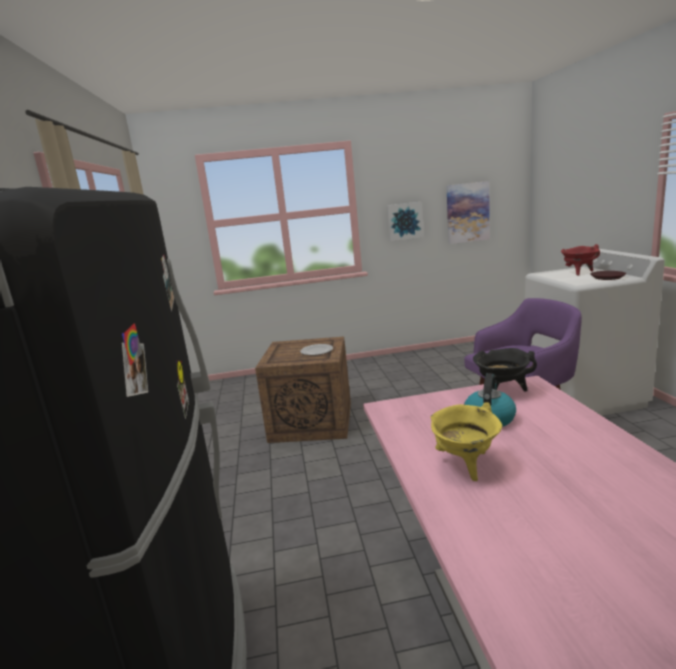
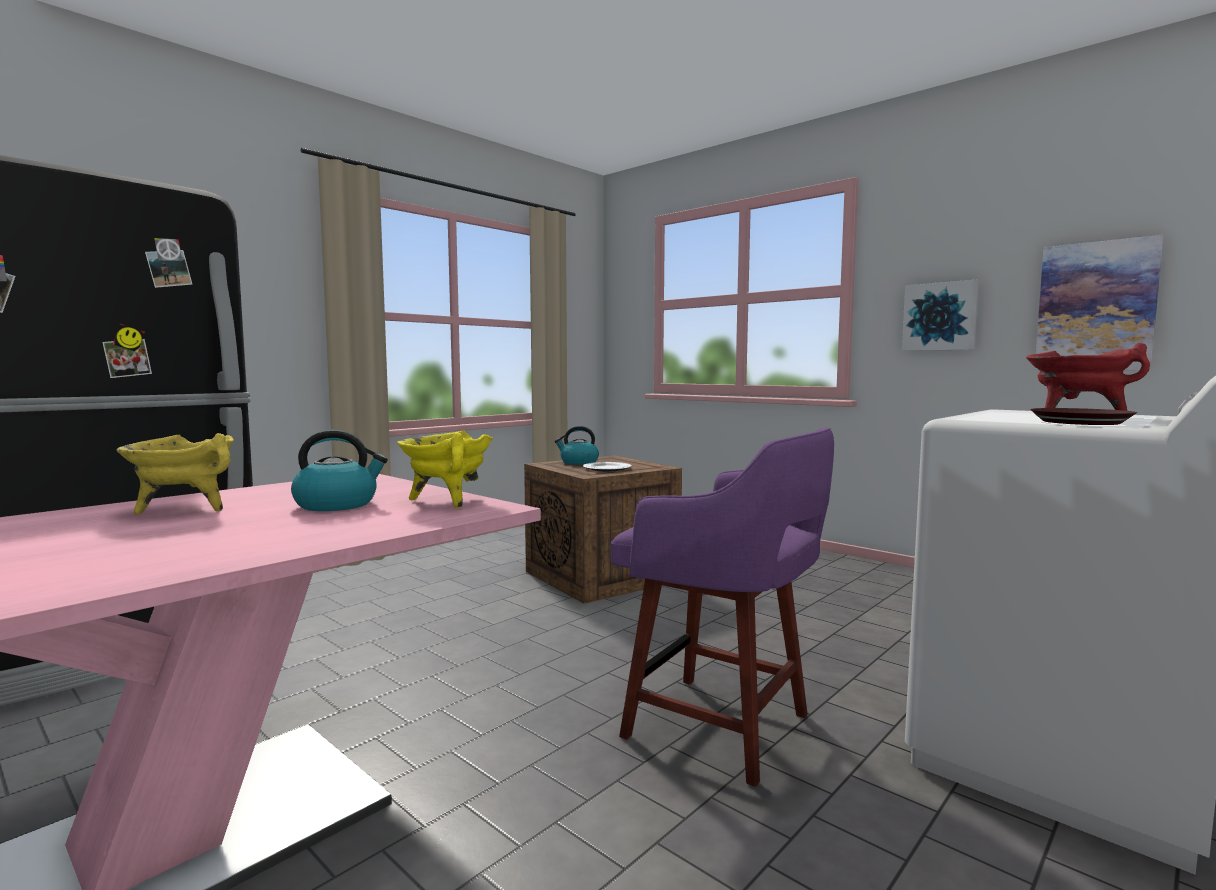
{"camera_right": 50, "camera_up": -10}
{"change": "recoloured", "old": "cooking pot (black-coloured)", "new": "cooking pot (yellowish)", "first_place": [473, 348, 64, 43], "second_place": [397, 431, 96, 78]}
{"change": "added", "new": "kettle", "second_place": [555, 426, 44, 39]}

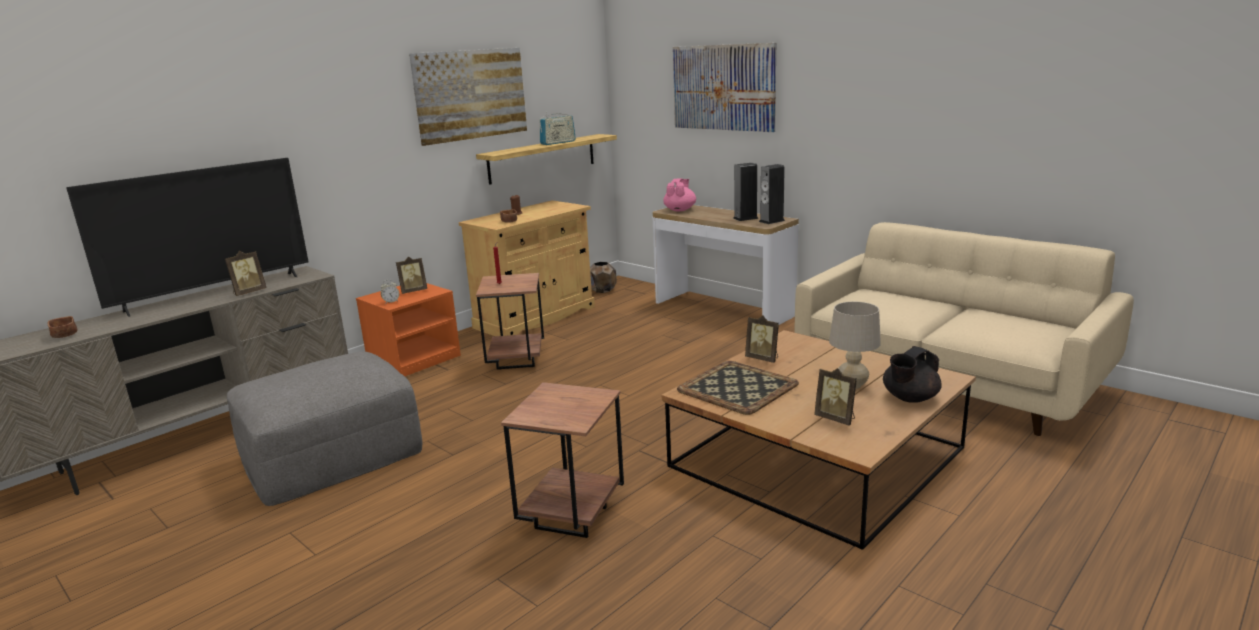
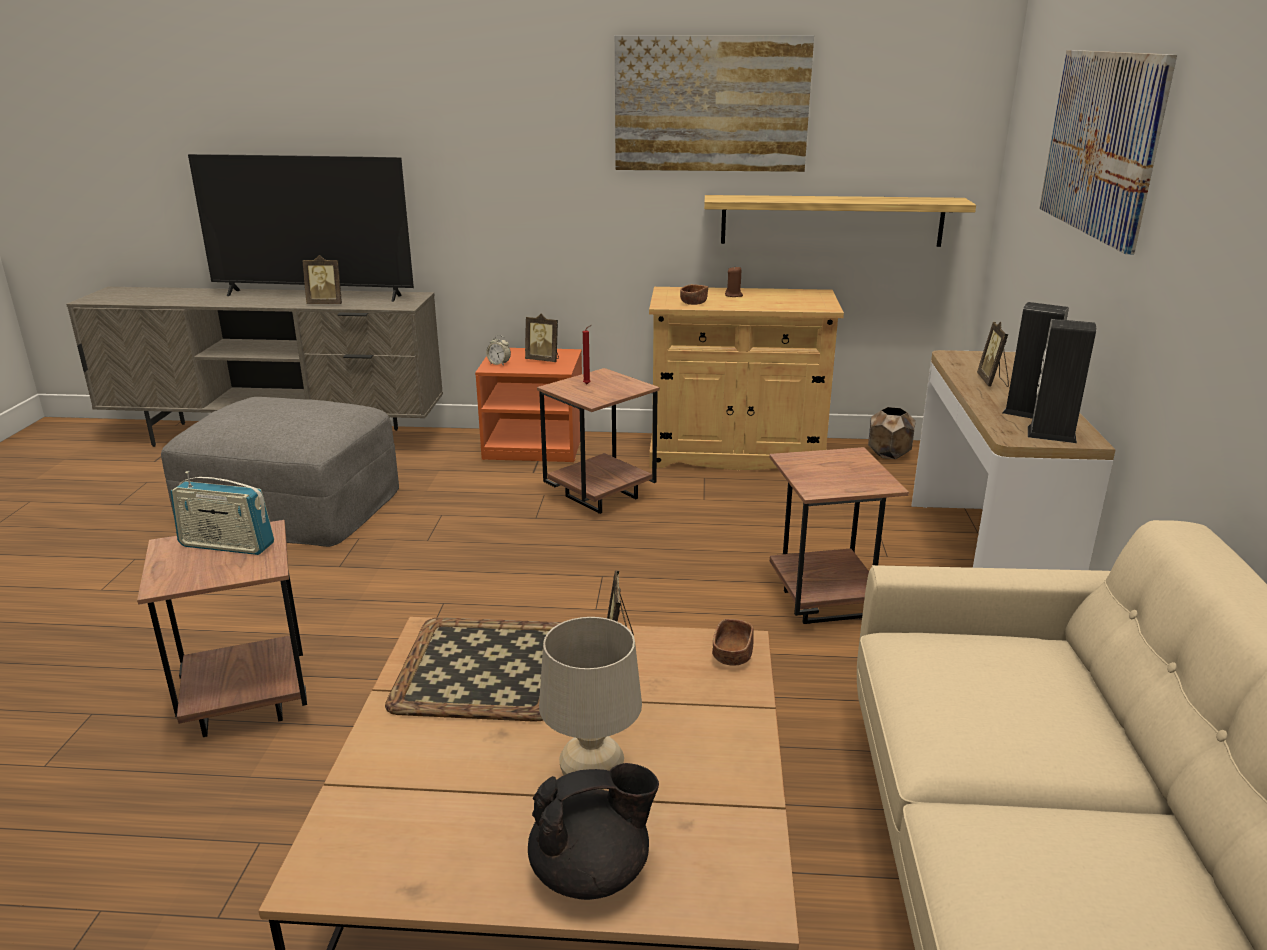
{"camera_right": 50, "camera_up": 5}
{"change": "moved", "old": "radio", "first_place": [540, 112, 36, 33], "second_place": [171, 471, 103, 84]}
{"change": "removed", "old": "tea pot (pinkish)", "first_place": [663, 178, 33, 34]}
{"change": "moved", "old": "deep dish (brown-coloured)", "first_place": [48, 316, 29, 22], "second_place": [712, 619, 42, 46]}
{"change": "turned", "old": "tea pot (black-coloured)", "first_place": [883, 346, 59, 57], "second_place": [528, 763, 131, 137], "degrees": 150}
{"change": "moved", "old": "picture frame", "first_place": [814, 368, 43, 58], "second_place": [977, 322, 32, 65]}
{"change": "added", "new": "accent table (brown-coloured)", "second_place": [769, 447, 140, 177]}

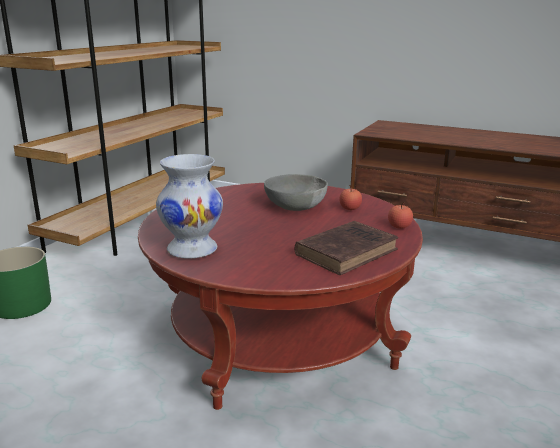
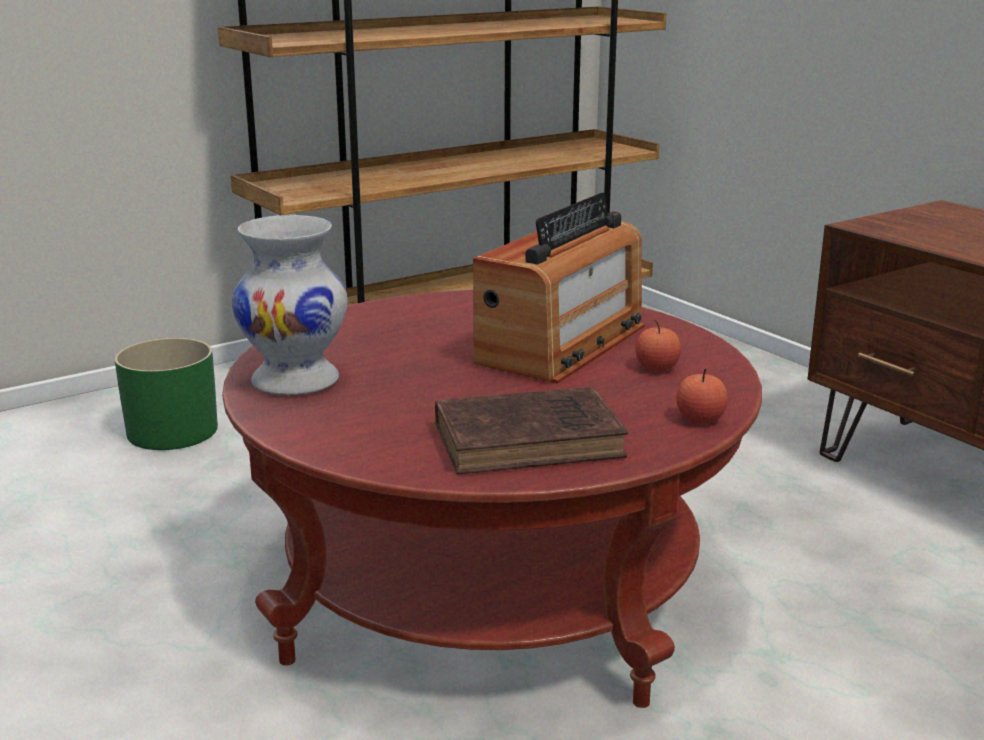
{"camera_right": 30, "camera_up": 0}
{"change": "replaced", "old": "deep dish (greyish)", "new": "radio", "first_place": [264, 174, 64, 37], "second_place": [473, 193, 172, 191]}

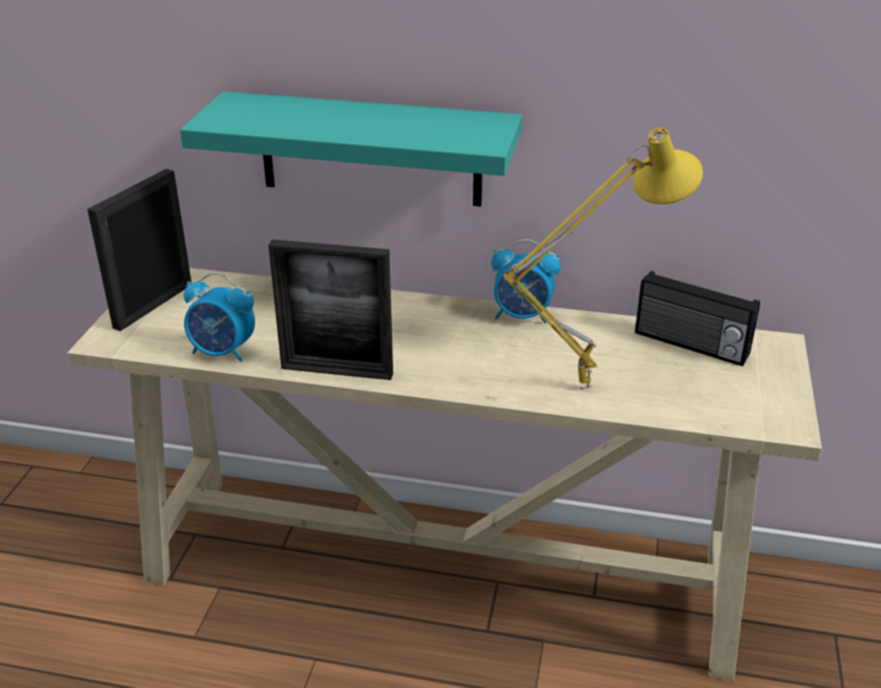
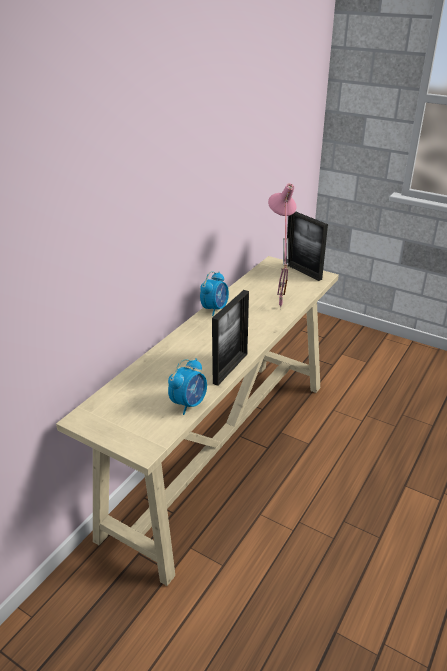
{"camera_right": -70, "camera_up": 0}
{"change": "removed", "old": "wall shelf (blue-green)", "first_place": [180, 91, 342, 116]}
{"change": "recoloured", "old": "tabletop lamp (yellowish)", "new": "tabletop lamp (pinkish)", "first_place": [502, 128, 201, 261], "second_place": [268, 184, 29, 125]}
{"change": "moved", "old": "picture frame", "first_place": [87, 169, 104, 162], "second_place": [286, 211, 42, 70]}
{"change": "removed", "old": "radio", "first_place": [635, 271, 125, 95]}

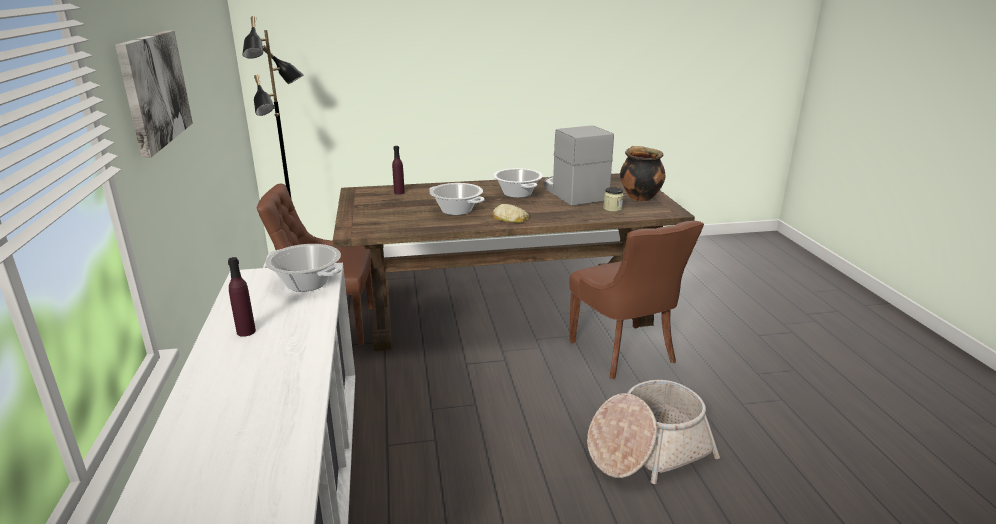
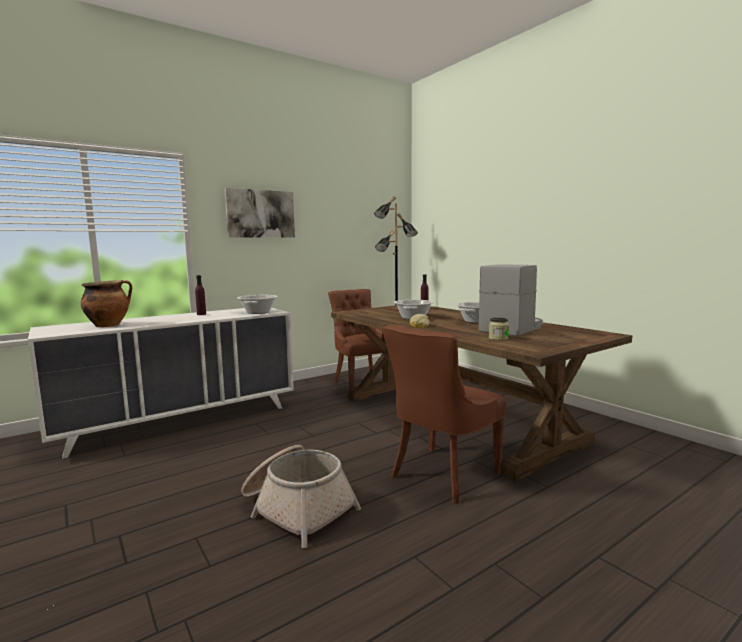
{"camera_right": 65, "camera_up": -15}
{"change": "moved", "old": "cooking pot", "first_place": [620, 146, 45, 55], "second_place": [81, 280, 51, 47]}

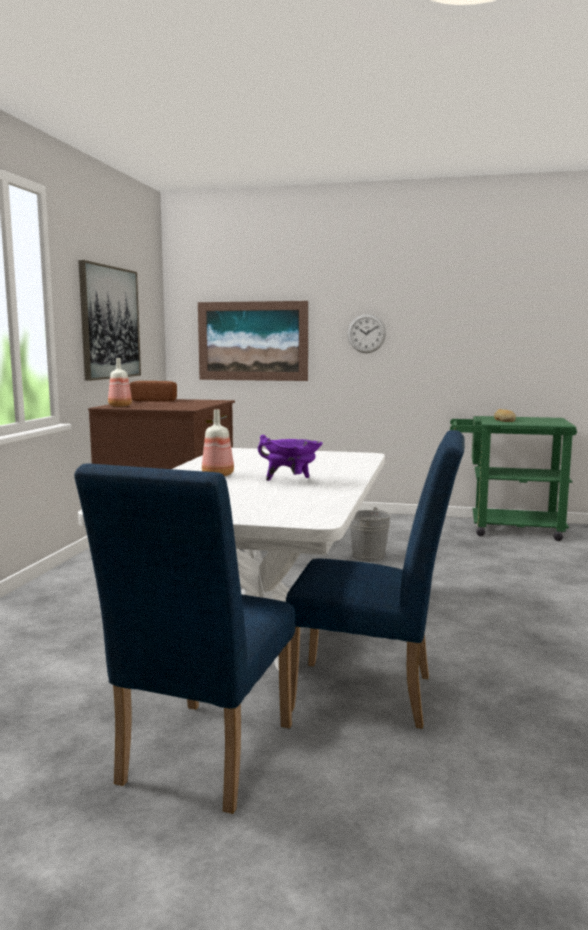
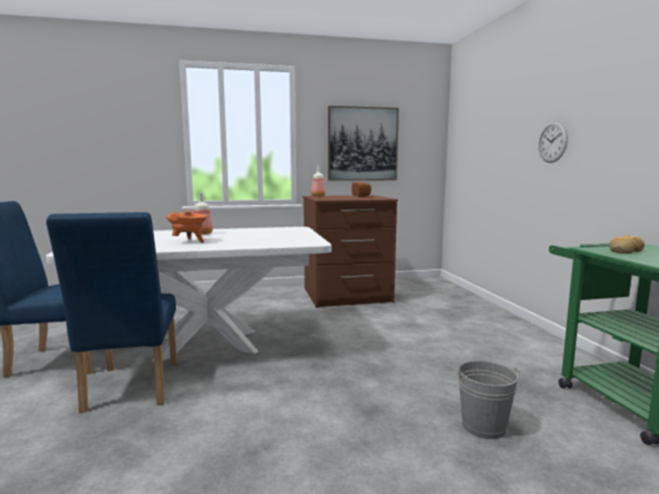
{"camera_right": 65, "camera_up": 0}
{"change": "removed", "old": "wall art", "first_place": [198, 301, 110, 80]}
{"change": "recoloured", "old": "cooking pot (purple-coloured)", "new": "cooking pot (orangey)", "first_place": [258, 435, 65, 46], "second_place": [166, 209, 42, 34]}
{"change": "moved", "old": "bucket (greyish)", "first_place": [349, 507, 42, 55], "second_place": [457, 361, 63, 78]}

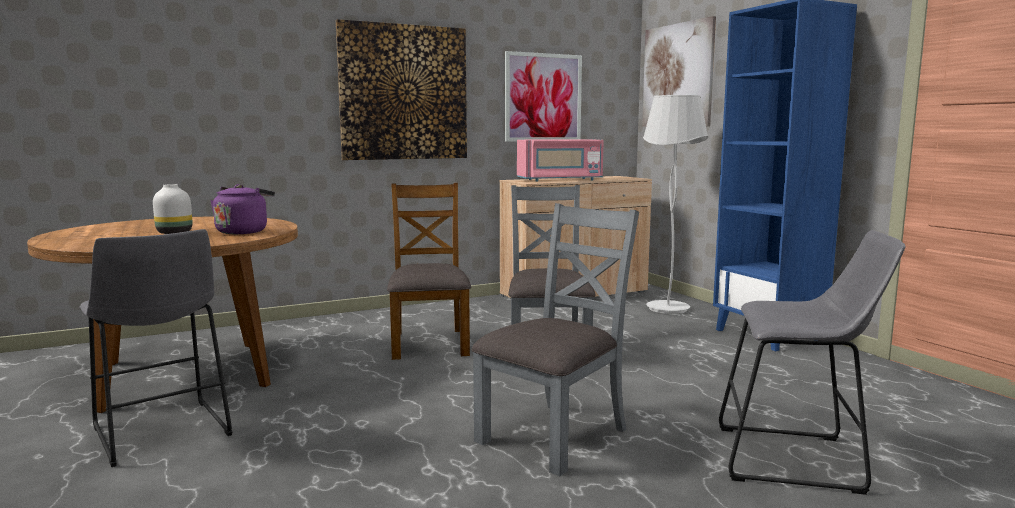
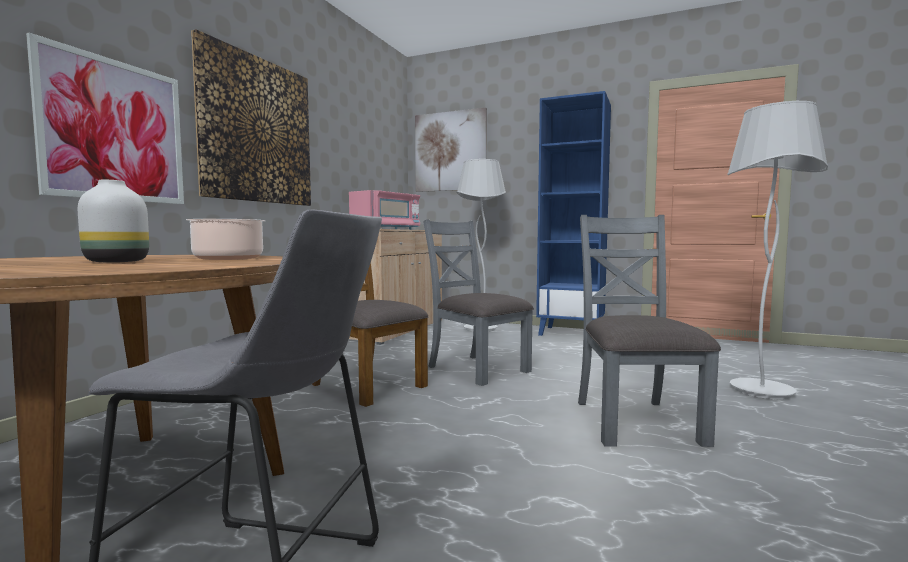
{"camera_right": -40, "camera_up": -5}
{"change": "moved", "old": "wall art", "first_place": [505, 51, 77, 91], "second_place": [26, 33, 158, 171]}
{"change": "replaced", "old": "kettle (purple-coloured)", "new": "cooking pot", "first_place": [210, 184, 65, 50], "second_place": [186, 219, 79, 41]}
{"change": "replaced", "old": "stool (greyish)", "new": "floor lamp (white)", "first_place": [719, 230, 187, 265], "second_place": [727, 101, 101, 298]}

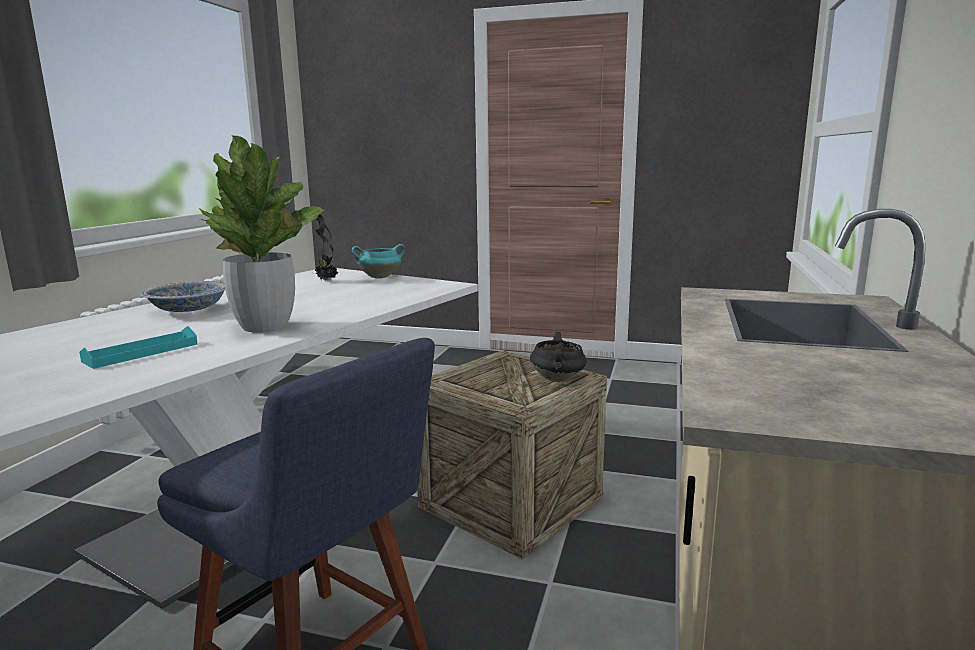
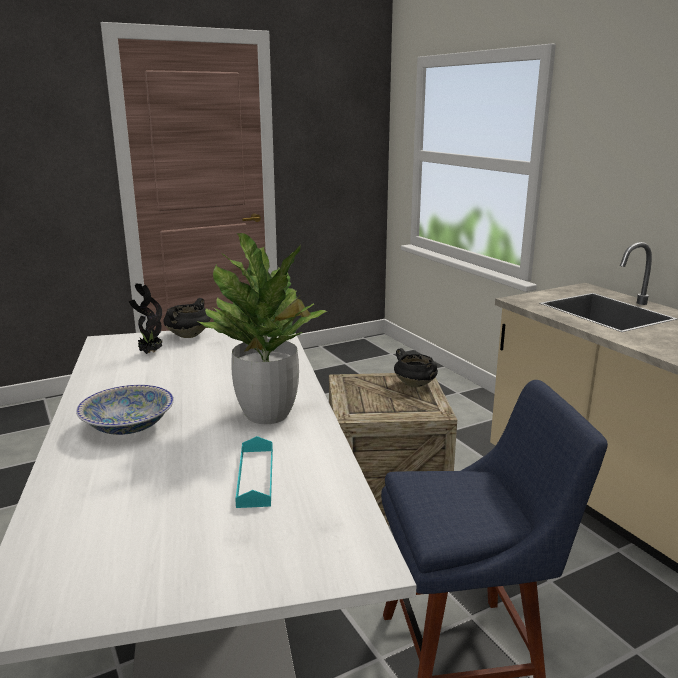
{"camera_right": -45, "camera_up": 5}
{"change": "recoloured", "old": "cooking pot (blue-green)", "new": "cooking pot (black-coloured)", "first_place": [352, 244, 53, 34], "second_place": [163, 298, 48, 40]}

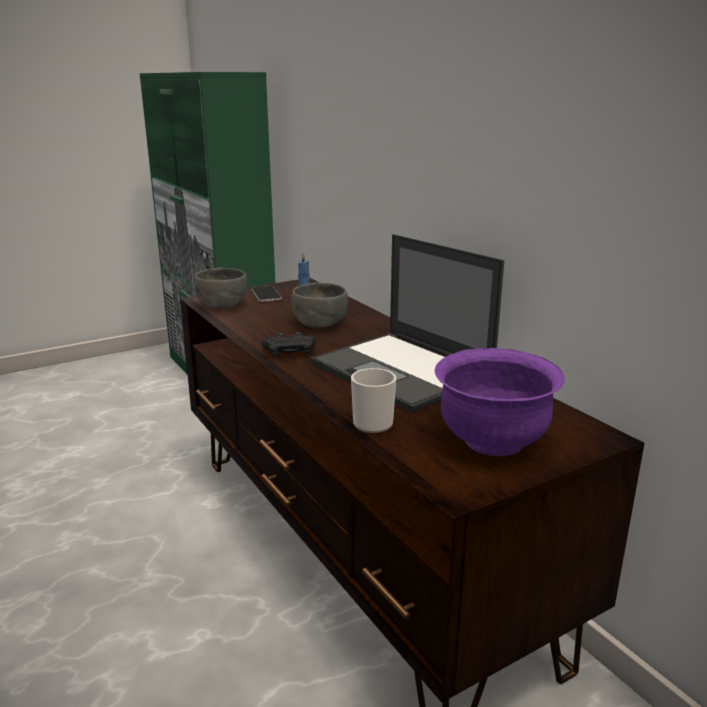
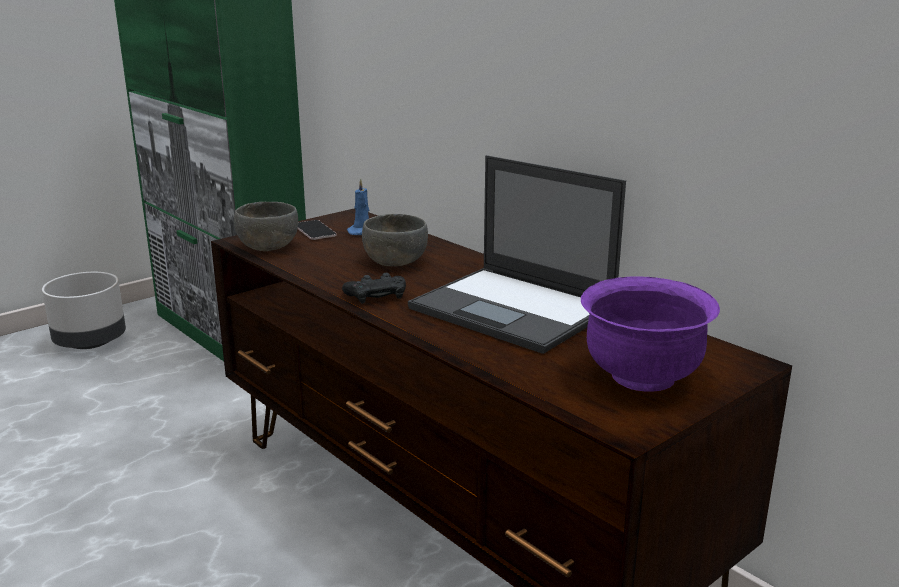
{"camera_right": -10, "camera_up": 0}
{"change": "removed", "old": "tea mug", "first_place": [351, 368, 45, 65]}
{"change": "added", "new": "plant pot (greyish)", "second_place": [42, 272, 84, 77]}

